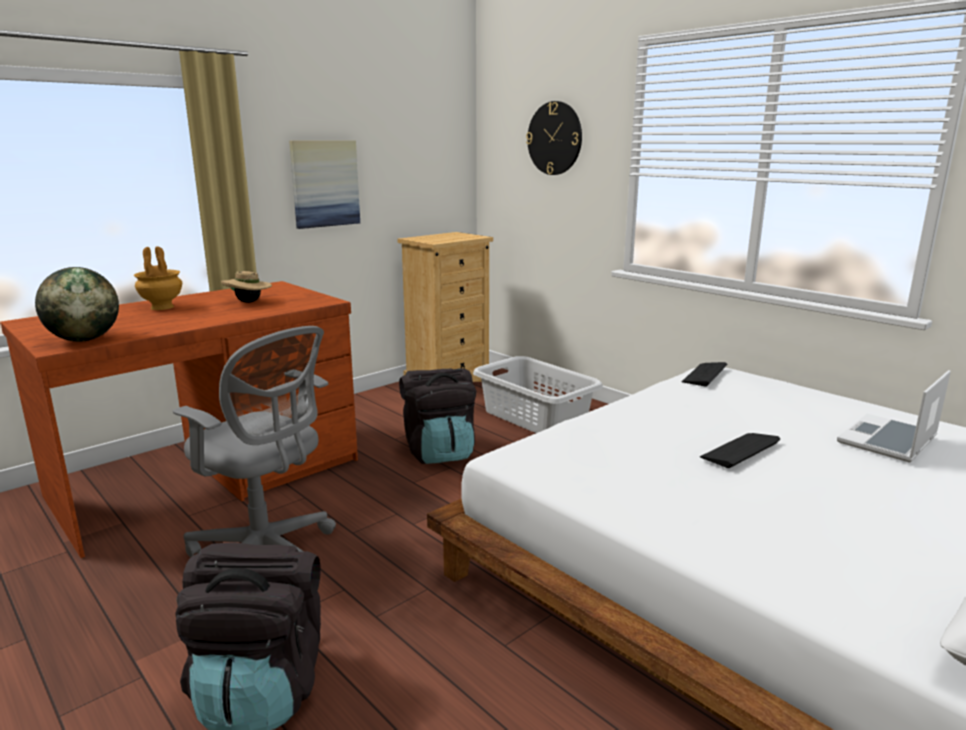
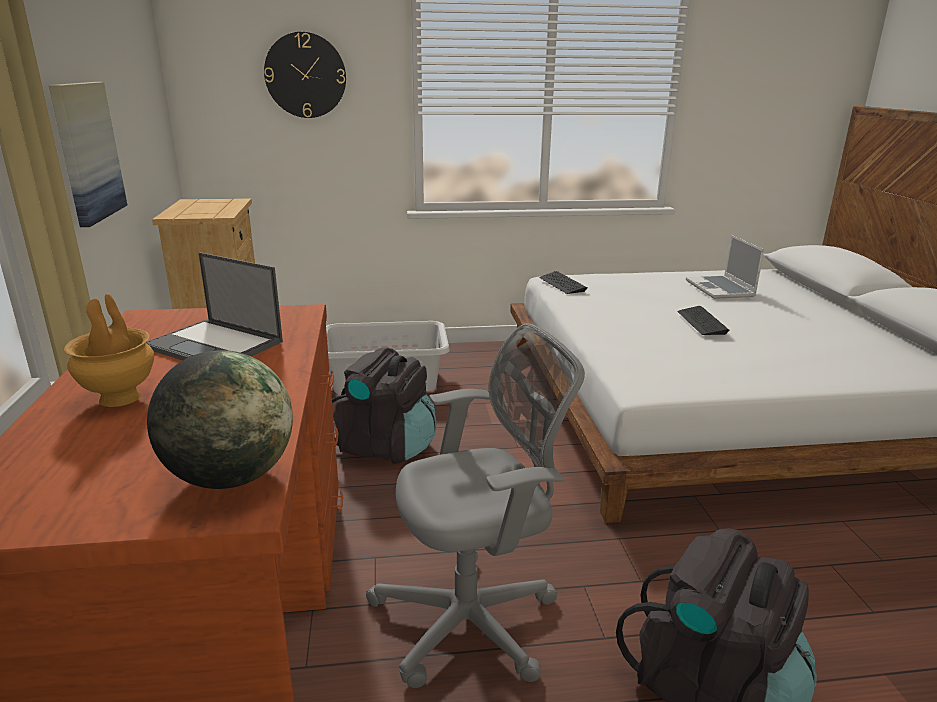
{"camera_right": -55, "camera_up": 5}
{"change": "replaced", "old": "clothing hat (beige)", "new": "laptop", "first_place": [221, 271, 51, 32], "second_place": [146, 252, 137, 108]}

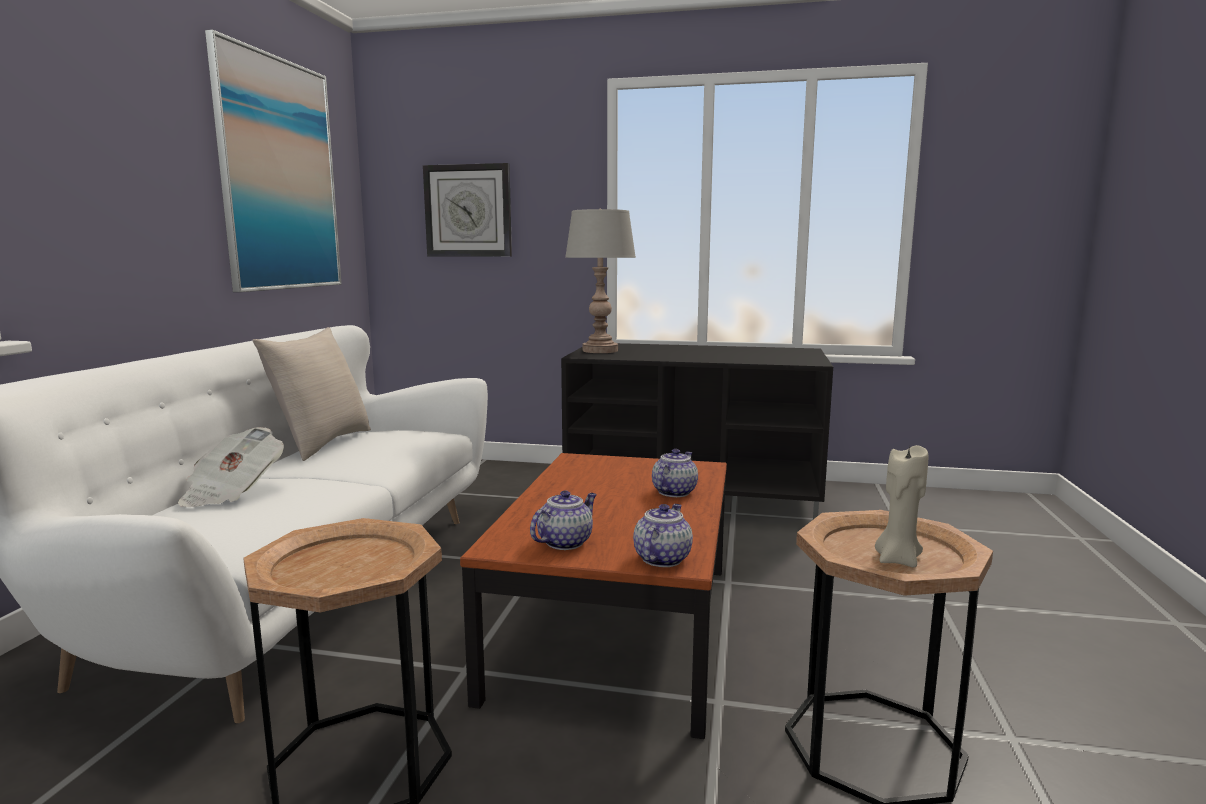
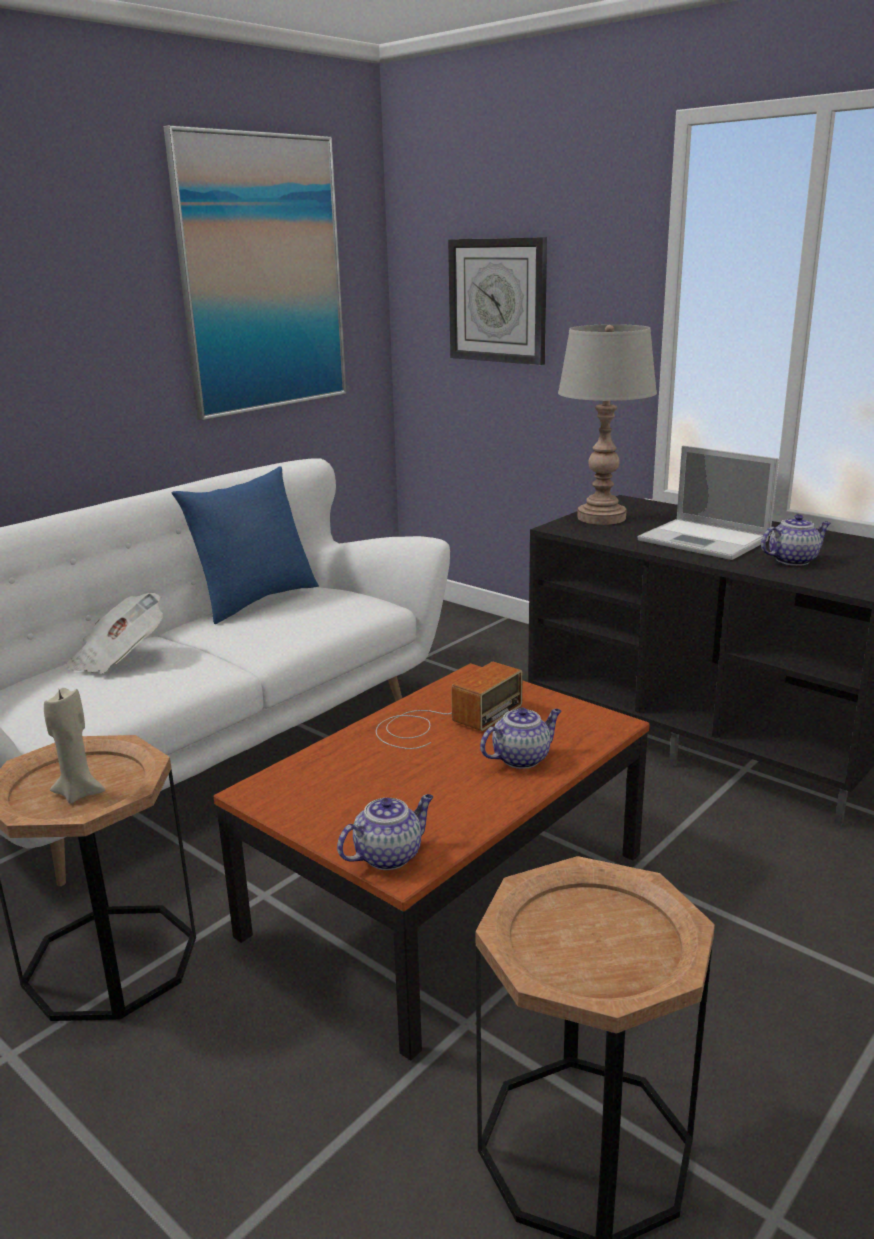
{"camera_right": 30, "camera_up": 10}
{"change": "recoloured", "old": "throw pillow (beige)", "new": "throw pillow (blue-coloured)", "first_place": [252, 327, 119, 134], "second_place": [172, 466, 147, 158]}
{"change": "moved", "old": "candle (beige)", "first_place": [875, 445, 53, 122], "second_place": [44, 688, 61, 115]}
{"change": "moved", "old": "tea pot", "first_place": [530, 490, 67, 60], "second_place": [761, 514, 70, 52]}
{"change": "added", "new": "laptop", "second_place": [638, 446, 141, 114]}
{"change": "added", "new": "radio", "second_place": [376, 662, 147, 87]}

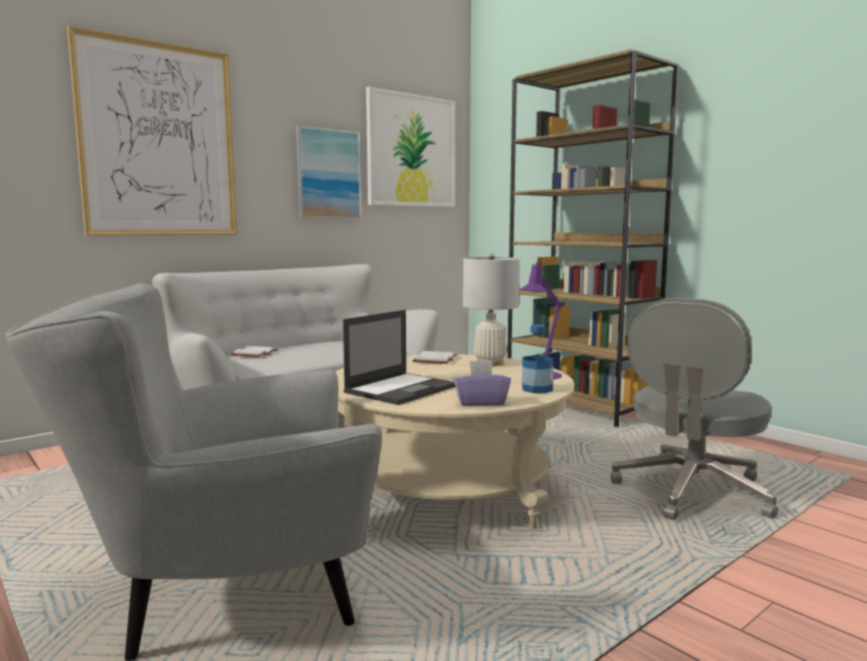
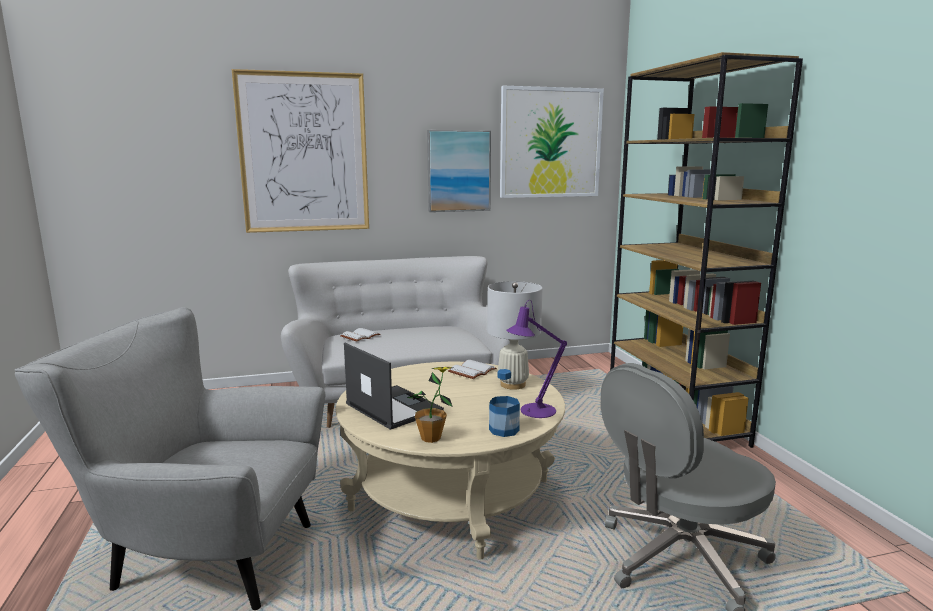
{"camera_right": 25, "camera_up": 5}
{"change": "turned", "old": "laptop", "first_place": [343, 310, 112, 95], "second_place": [344, 343, 100, 87], "degrees": -105}
{"change": "replaced", "old": "tissue box (purple-coloured)", "new": "houseplant", "first_place": [453, 360, 58, 46], "second_place": [407, 367, 46, 76]}

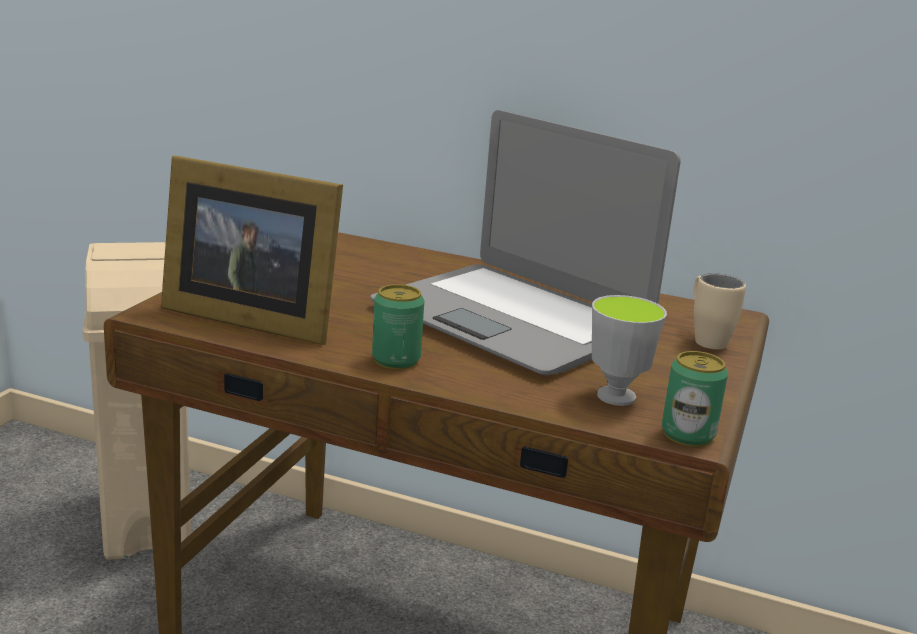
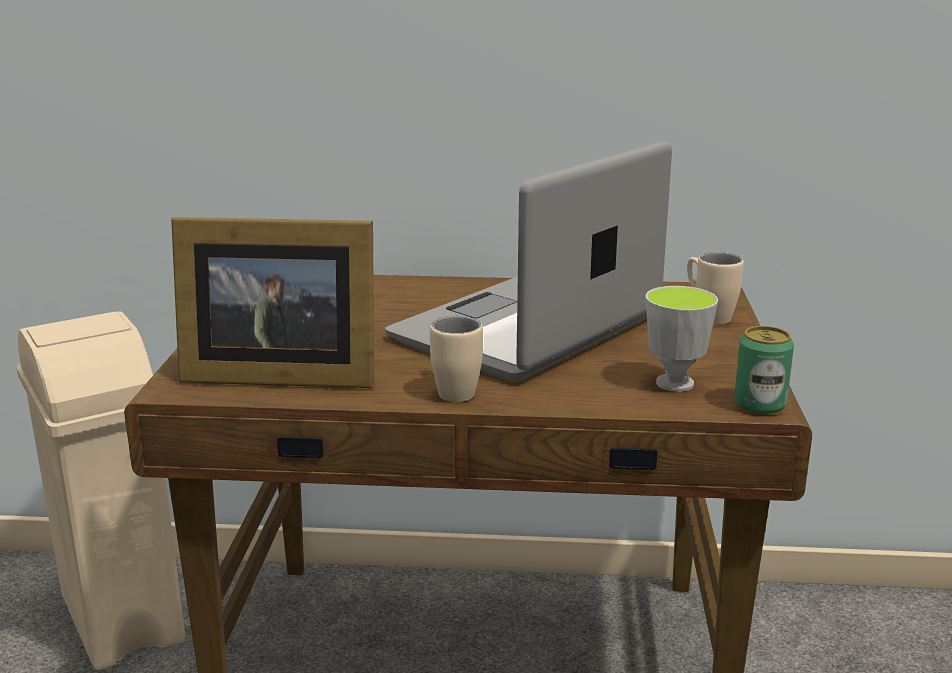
{"camera_right": -15, "camera_up": 0}
{"change": "turned", "old": "laptop", "first_place": [370, 110, 311, 265], "second_place": [385, 141, 287, 241], "degrees": 105}
{"change": "replaced", "old": "metal can", "new": "tea mug (beige)", "first_place": [372, 284, 52, 85], "second_place": [430, 316, 53, 86]}

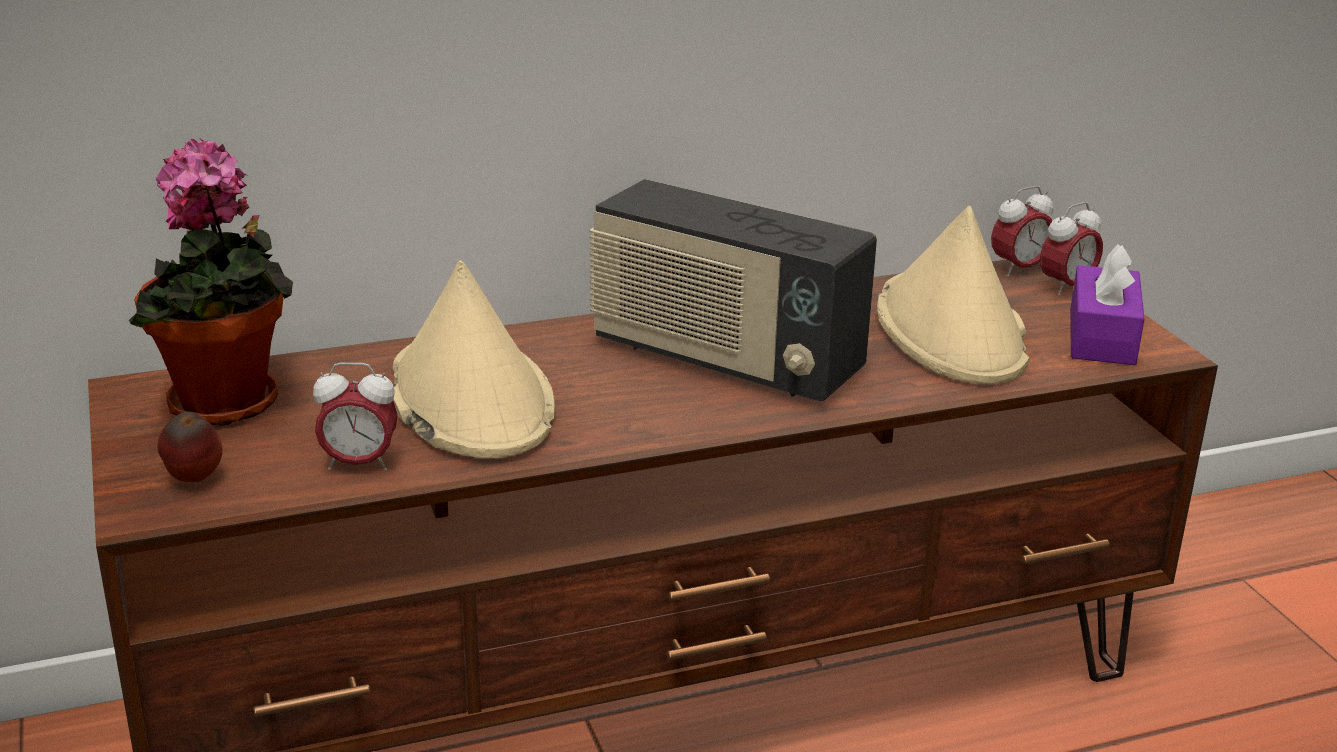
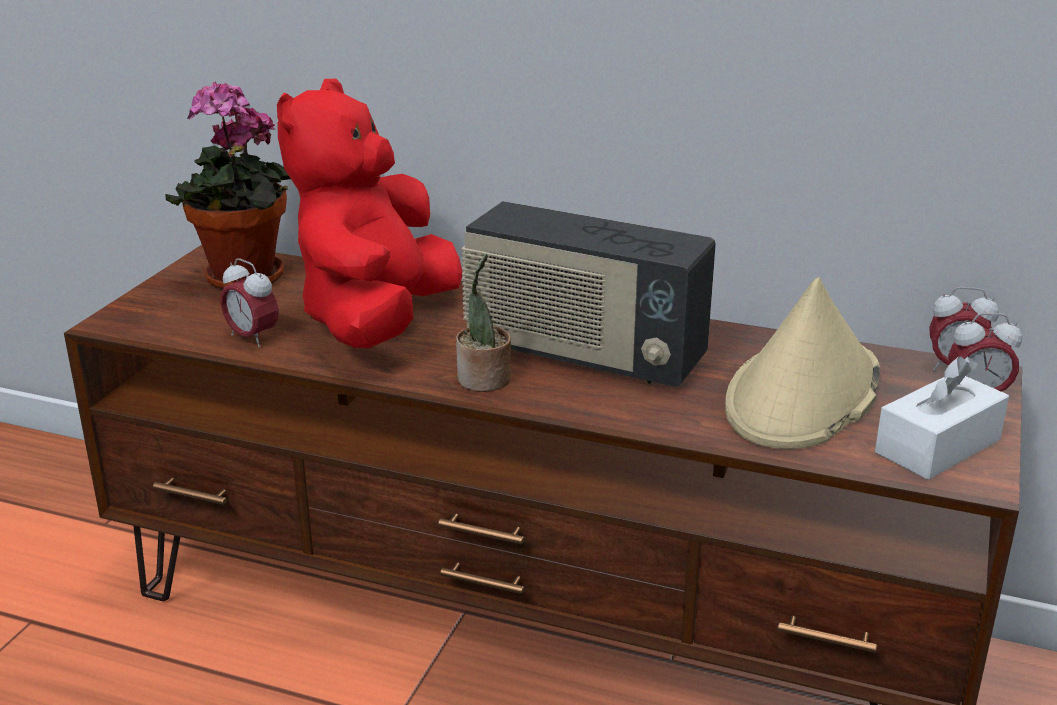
{"camera_right": 40, "camera_up": 0}
{"change": "turned", "old": "radio", "first_place": [590, 179, 287, 222], "second_place": [461, 201, 255, 186], "degrees": -45}
{"change": "recoloured", "old": "tissue box (purple-coloured)", "new": "tissue box (white)", "first_place": [1070, 244, 75, 121], "second_place": [875, 356, 134, 124]}
{"change": "replaced", "old": "clothing hat (beige)", "new": "cuddly toy (red)", "first_place": [393, 260, 162, 199], "second_place": [277, 79, 186, 269]}
{"change": "removed", "old": "whole apple", "first_place": [157, 412, 66, 70]}
{"change": "added", "new": "houseplant", "second_place": [456, 253, 55, 139]}

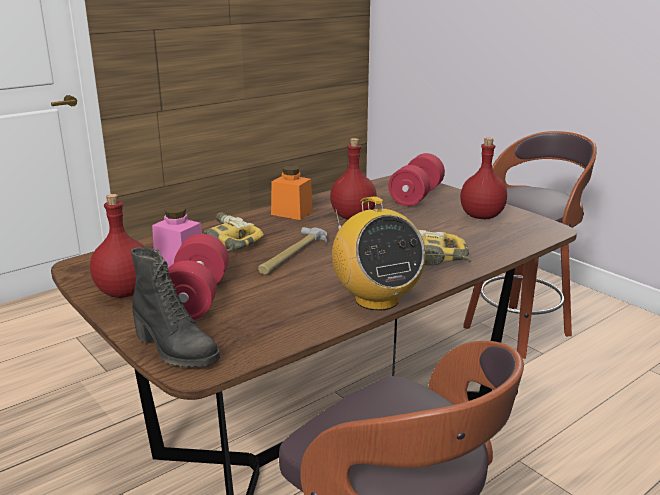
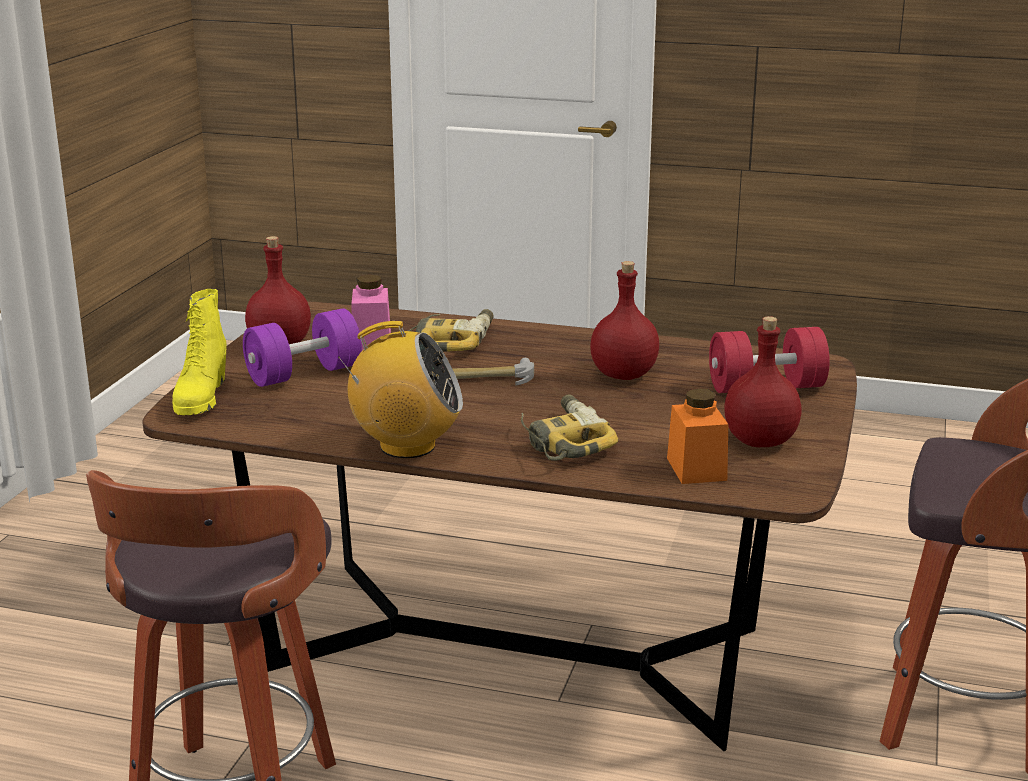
{"camera_right": 55, "camera_up": 0}
{"change": "moved", "old": "storage jar (orangey)", "first_place": [271, 166, 42, 54], "second_place": [667, 388, 61, 96]}
{"change": "turned", "old": "radio", "first_place": [332, 196, 94, 115], "second_place": [338, 321, 125, 137], "degrees": -120}
{"change": "recoloured", "old": "free weight (red)", "new": "free weight (purple-coloured)", "first_place": [168, 234, 61, 86], "second_place": [243, 308, 119, 79]}
{"change": "recoloured", "old": "high-top boot (black-coloured)", "new": "high-top boot (yellowish)", "first_place": [131, 247, 89, 120], "second_place": [172, 289, 55, 126]}

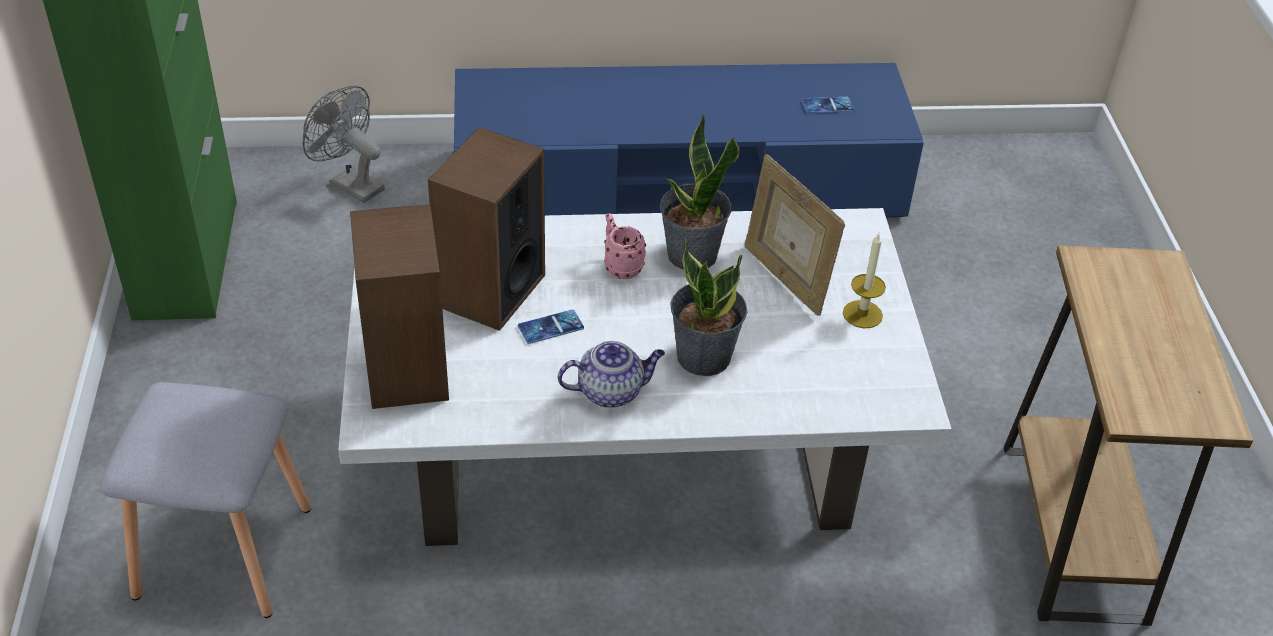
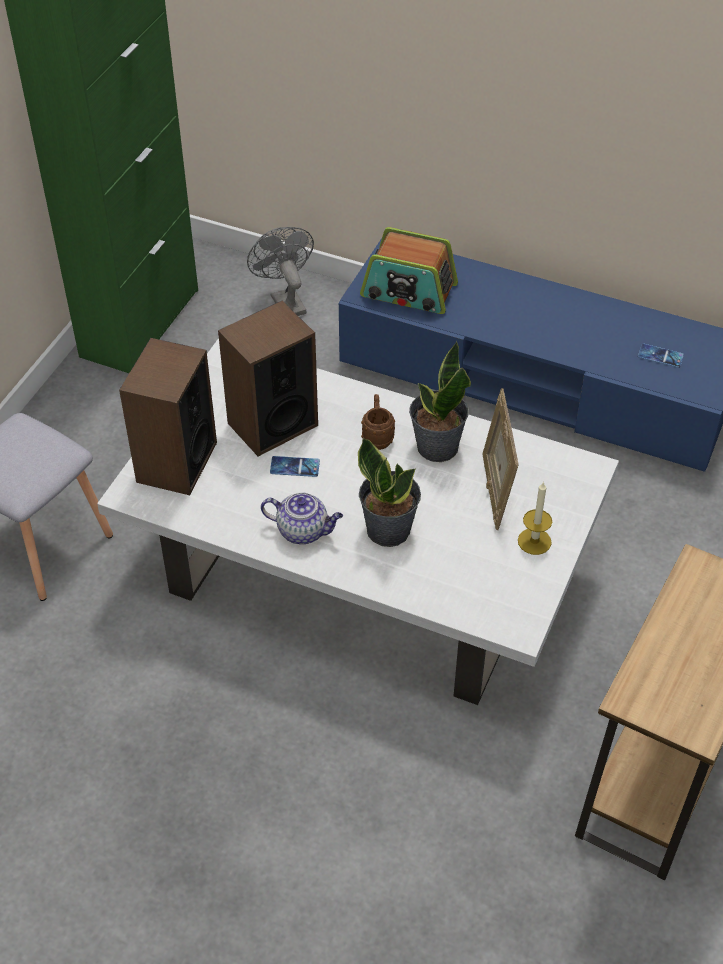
{"camera_right": 30, "camera_up": 5}
{"change": "recoloured", "old": "tea mug (pinkish)", "new": "tea mug (brown-coloured)", "first_place": [604, 213, 42, 66], "second_place": [361, 394, 34, 56]}
{"change": "added", "new": "radio", "second_place": [360, 227, 98, 87]}

